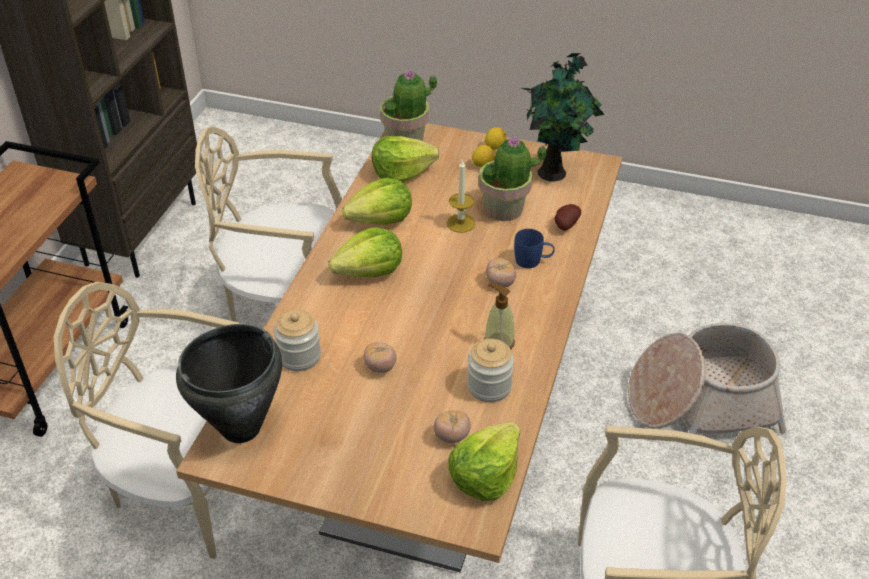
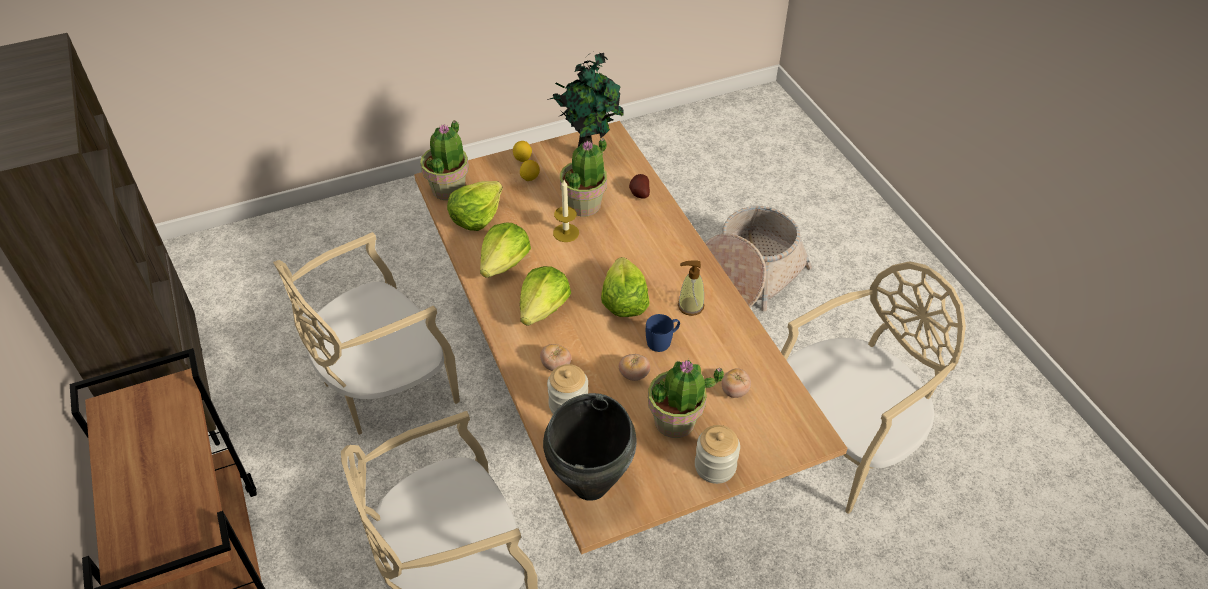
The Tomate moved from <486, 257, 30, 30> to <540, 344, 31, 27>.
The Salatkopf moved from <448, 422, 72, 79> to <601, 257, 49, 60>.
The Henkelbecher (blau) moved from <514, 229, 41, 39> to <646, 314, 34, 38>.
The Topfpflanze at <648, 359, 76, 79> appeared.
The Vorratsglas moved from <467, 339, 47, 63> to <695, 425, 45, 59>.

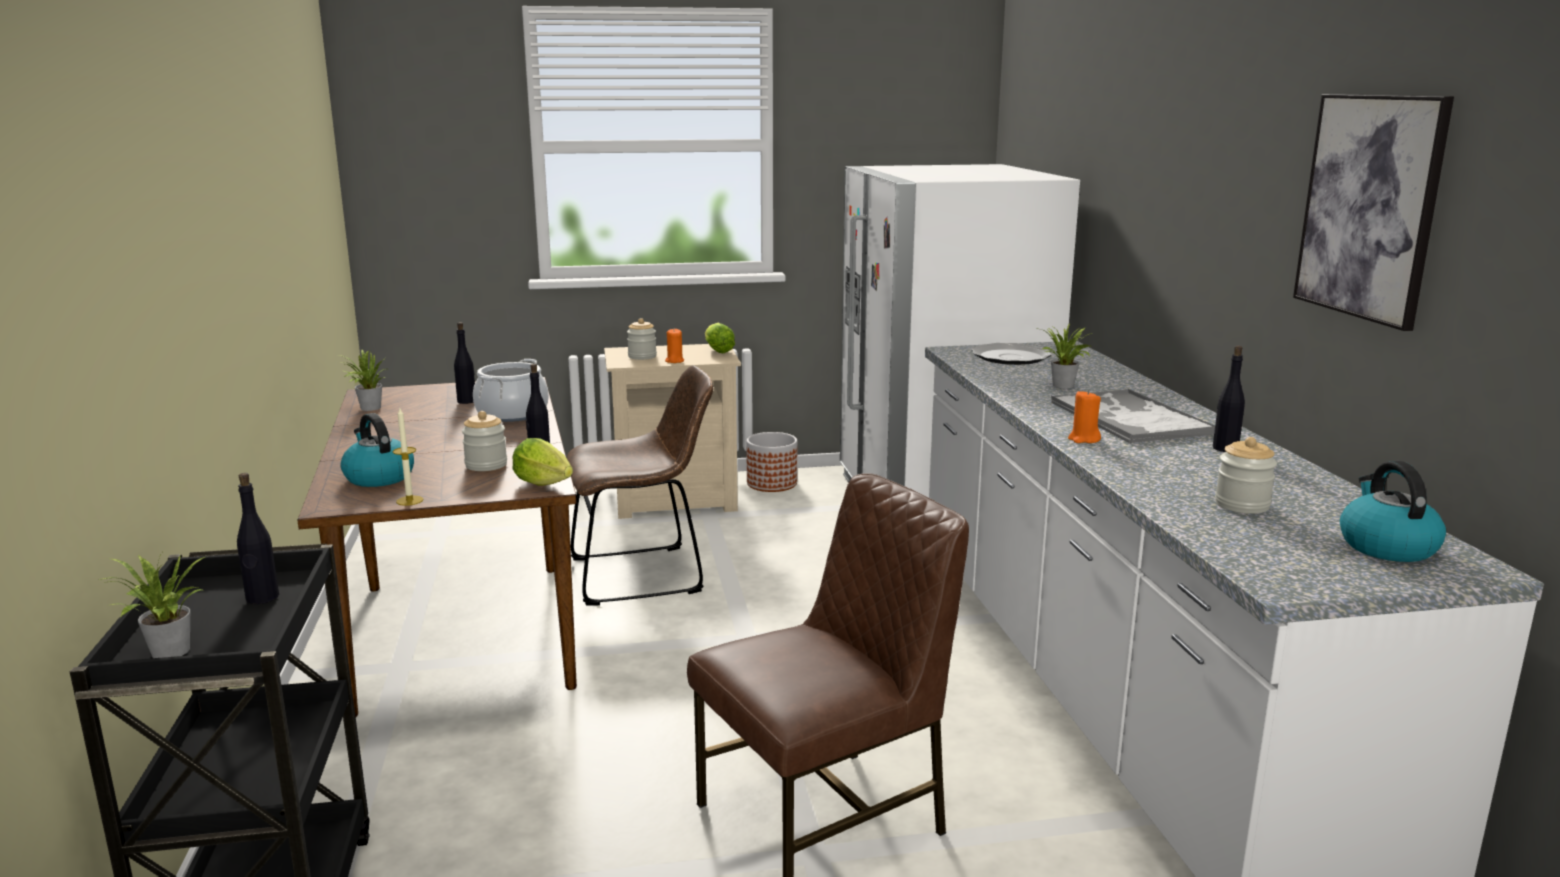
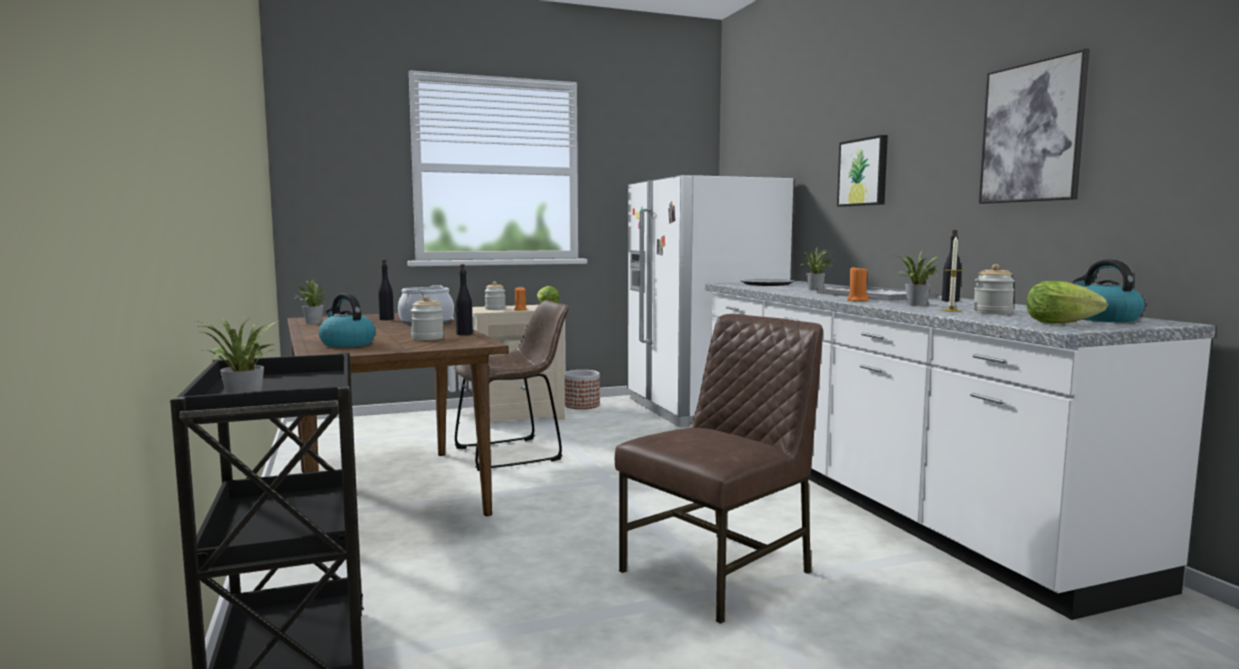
The Bild at <837, 135, 51, 72> appeared.
The Topfpflanze at <892, 251, 46, 55> appeared.
The Kerze moved from <393, 408, 30, 98> to <941, 236, 22, 76>.
The Salatkopf moved from <513, 438, 60, 48> to <1027, 281, 81, 43>.
The Flasche (schwarz) at <237, 473, 42, 131> disappeared.

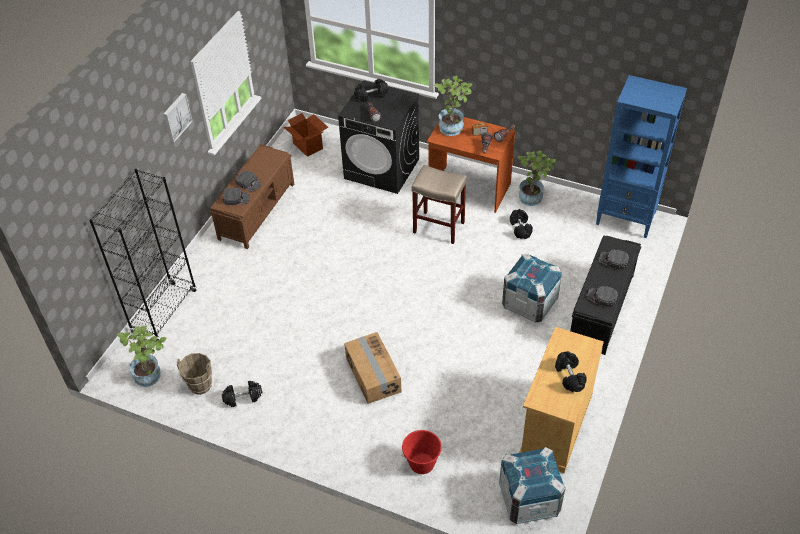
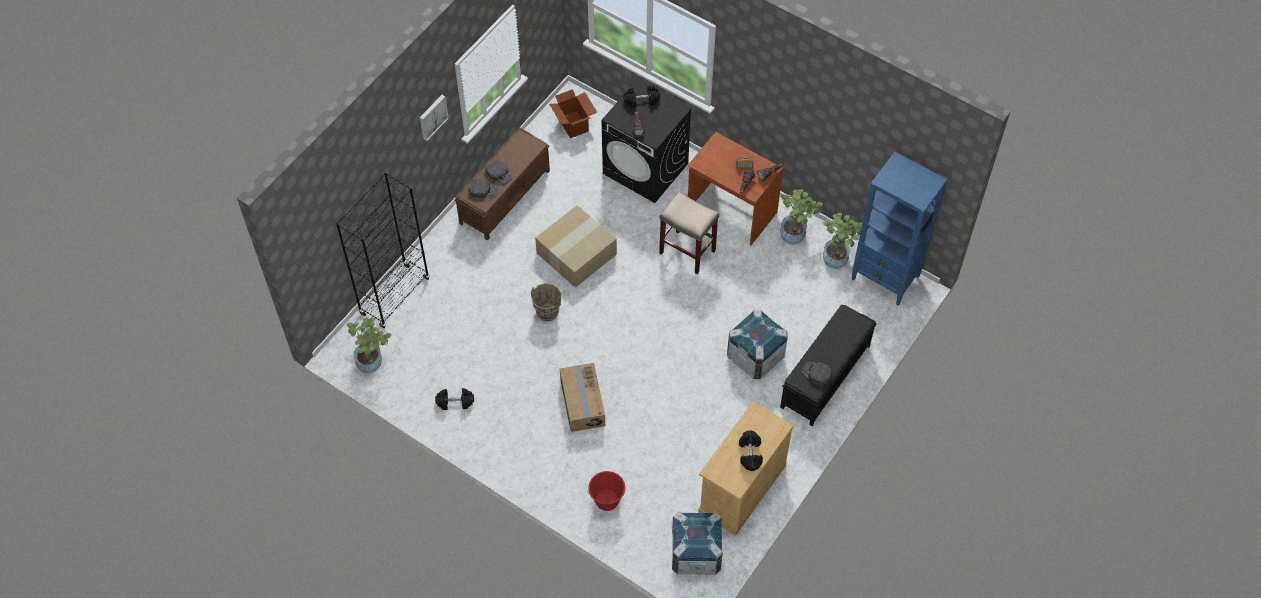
The Eimer (braun) moved from <177, 353, 35, 42> to <531, 283, 30, 38>.
The Karton at <535, 205, 82, 83> appeared.
The Topfpflanze moved from <434, 76, 38, 60> to <823, 213, 40, 56>.
The Hantel (schwarz) at <510, 209, 23, 30> disappeared.
The Kappe (schwarz) at <598, 250, 31, 21> disappeared.

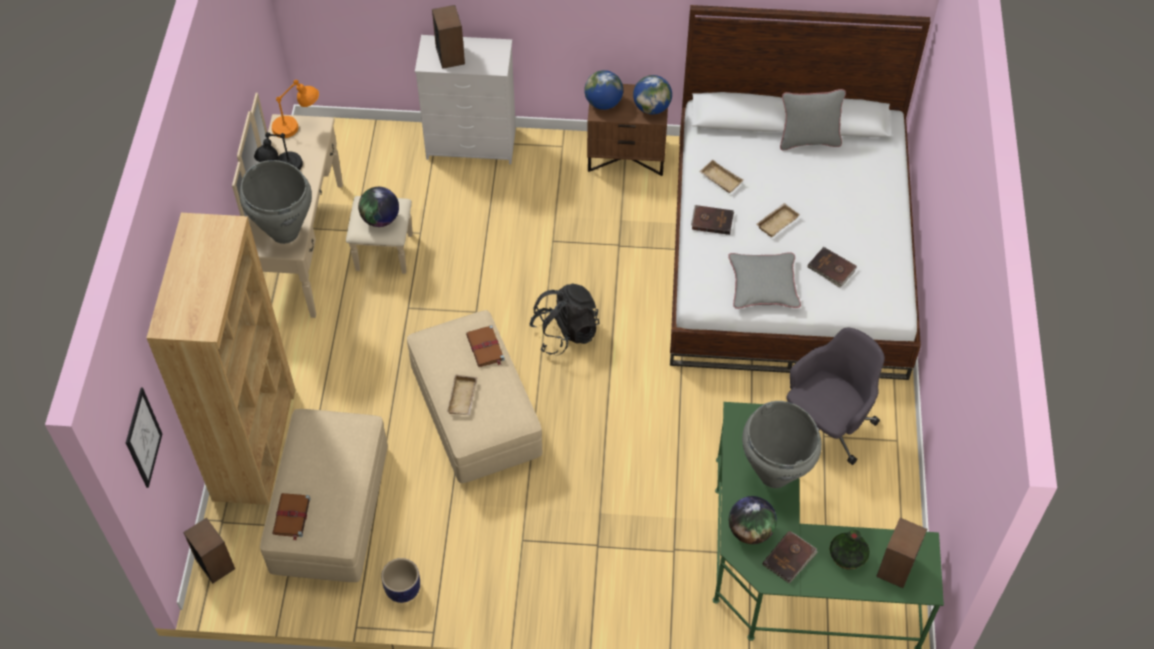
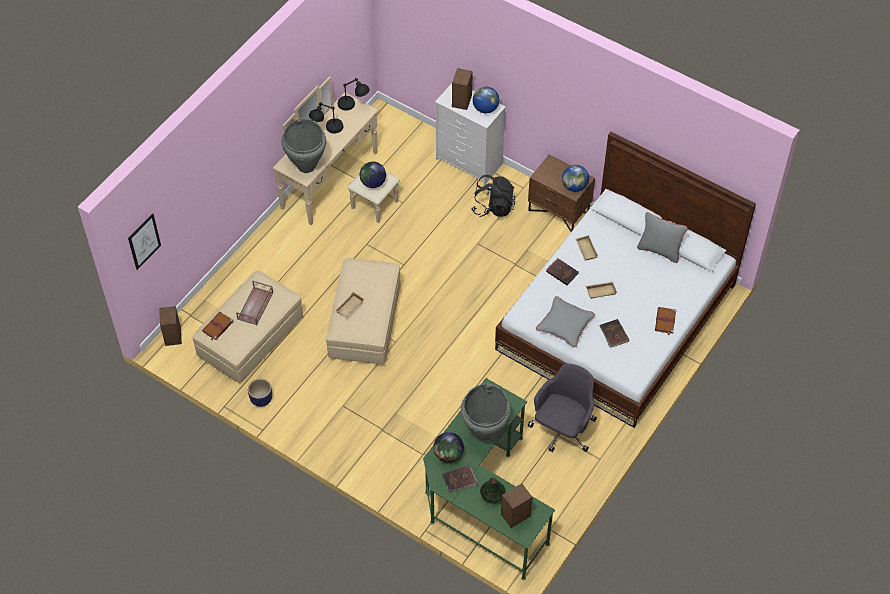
The Tablett (braun) at <236, 281, 37, 44> appeared.
The Tischlampe (orange) at <272, 80, 47, 58> became the Tischlampe (schwarz) at <338, 78, 32, 33>.
The Rucksack (schwarz) moved from <529, 283, 70, 72> to <472, 175, 43, 42>.
The Globus moved from <584, 70, 39, 40> to <473, 86, 26, 27>.
The Bürostuhl (grau) at <786, 328, 99, 137> turned 45 degrees counterclockwise.
The Buch (braun) moved from <466, 325, 39, 42> to <655, 307, 21, 28>.
The Bücherregal (braun) at <147, 213, 148, 292> disappeared.

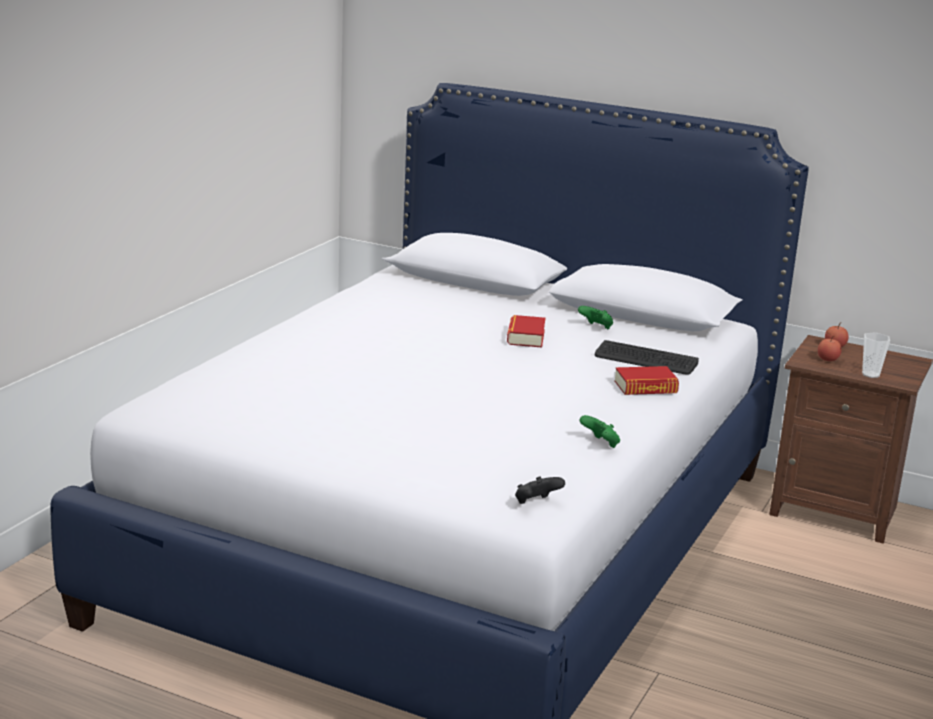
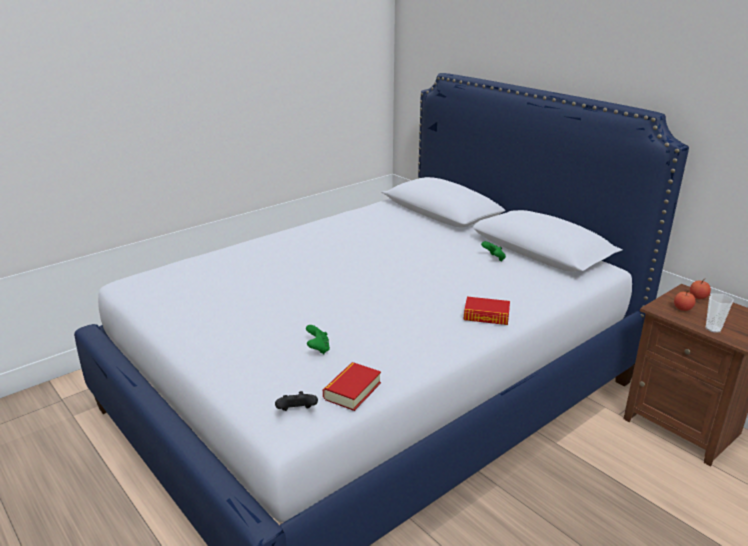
The Gamepad (grün) moved from <580, 415, 40, 33> to <306, 325, 24, 29>.
The Buch moved from <507, 315, 39, 32> to <323, 362, 58, 49>.
The Tastatur at <595, 340, 104, 35> disappeared.

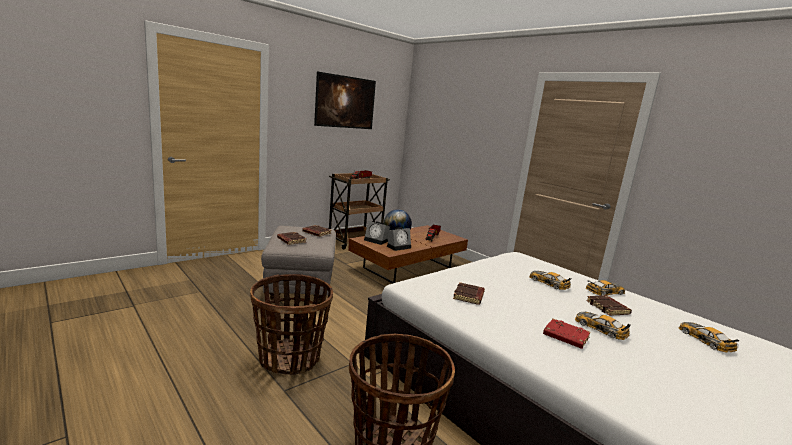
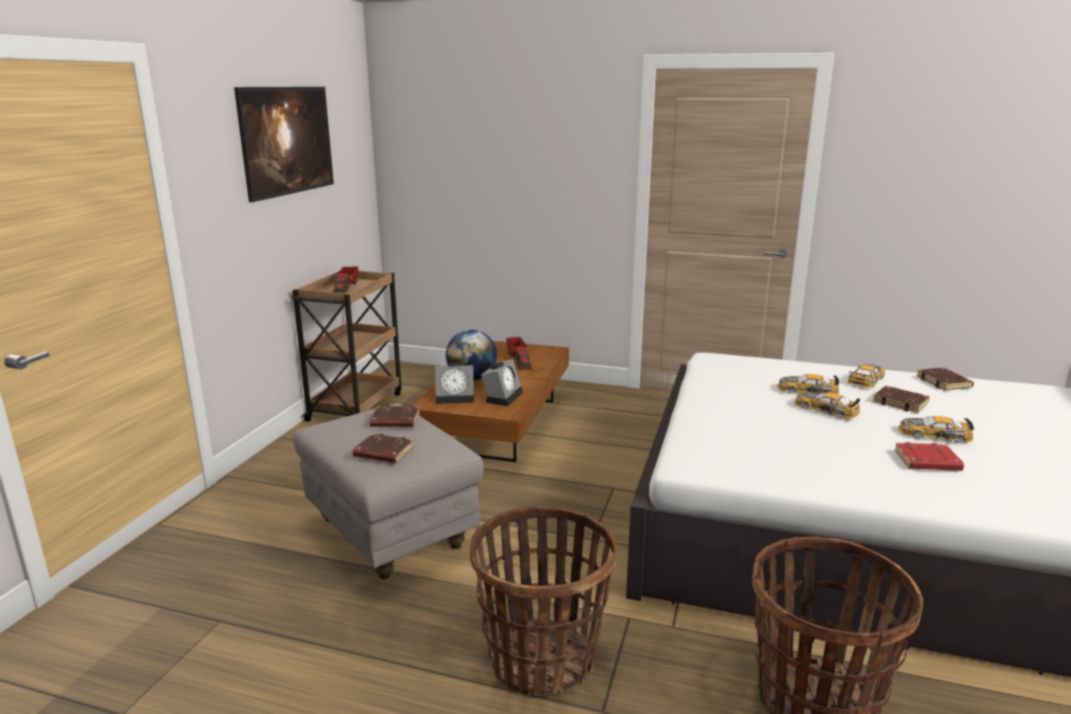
The Spielzeugauto moved from <679, 322, 61, 30> to <795, 392, 66, 26>.
The Buch (braun) moved from <453, 282, 32, 23> to <916, 368, 58, 22>.

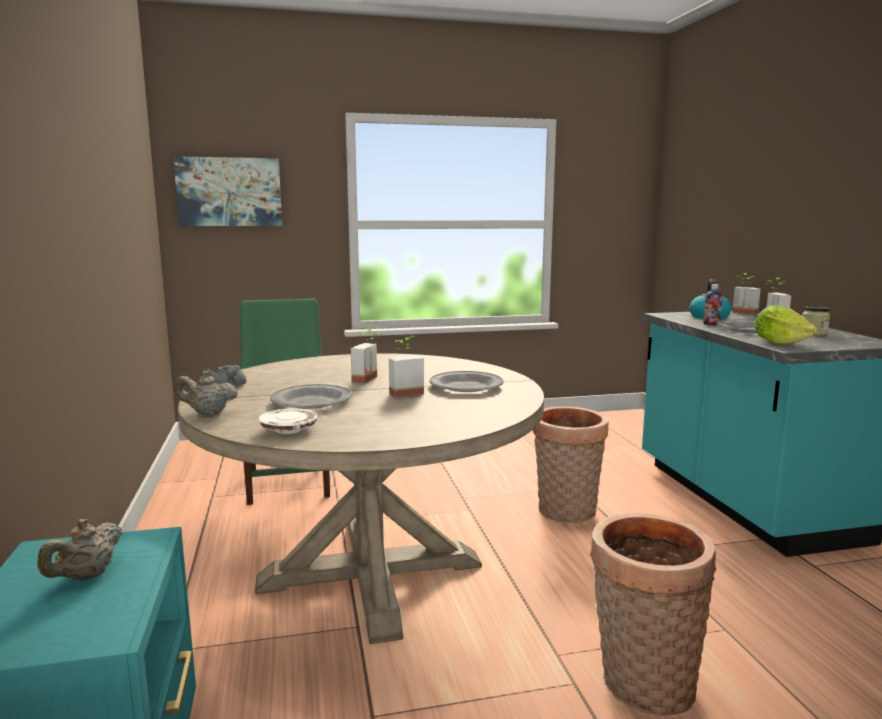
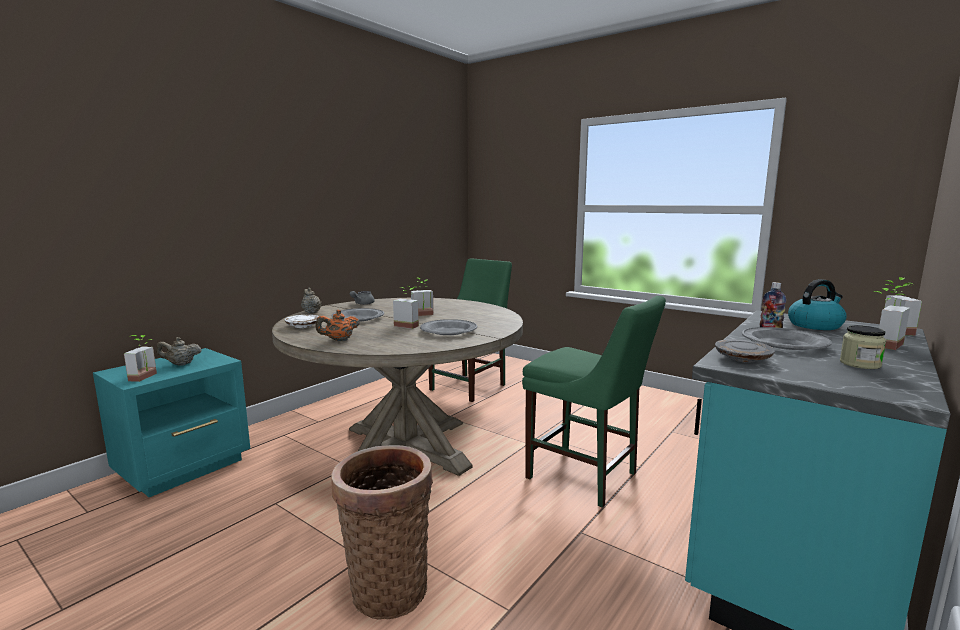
The Topfpflanze at <124, 335, 33, 47> appeared.
The Teekanne (orange) at <315, 310, 45, 31> appeared.
The Korb at <533, 406, 76, 117> was replaced by the Stuhl (grün) at <522, 296, 144, 212>.
The Salatkopf at <755, 305, 63, 40> was replaced by the Teller (grau) at <715, 339, 60, 24>.
The Bild at <173, 156, 109, 70> disappeared.

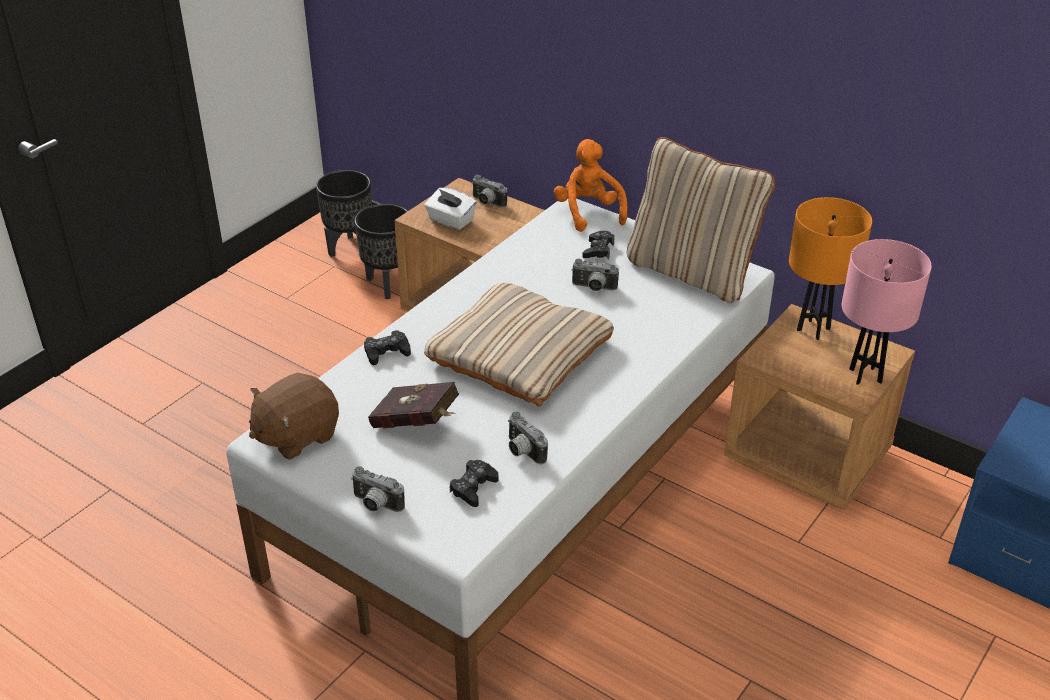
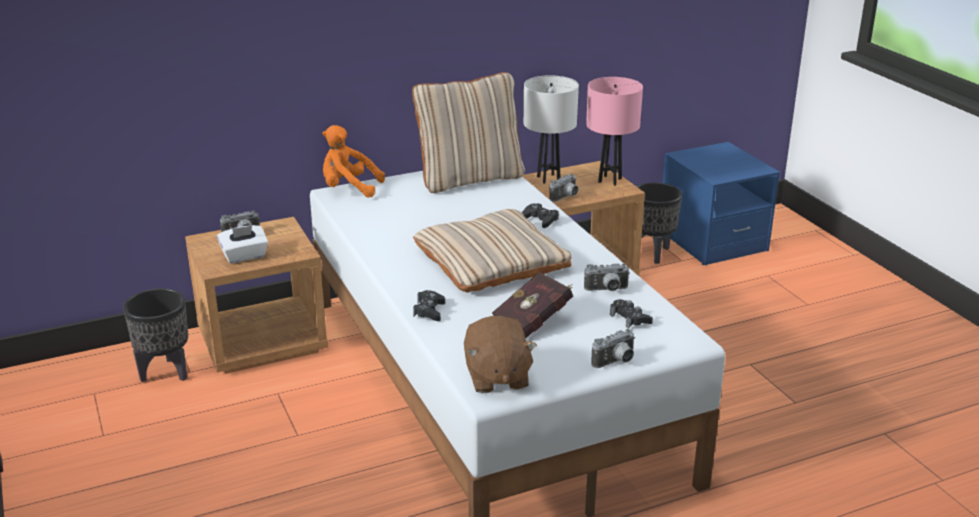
The Gamepad (schwarz) moved from <582, 231, 32, 29> to <522, 203, 37, 25>.
The Tischlampe (orange) at <789, 197, 83, 143> became the Tischlampe (weiß) at <524, 75, 55, 109>.
The Kamera moved from <571, 259, 48, 32> to <549, 174, 29, 28>.
The Pflanzkübel (schwarz) moved from <316, 170, 56, 87> to <636, 182, 46, 82>.

